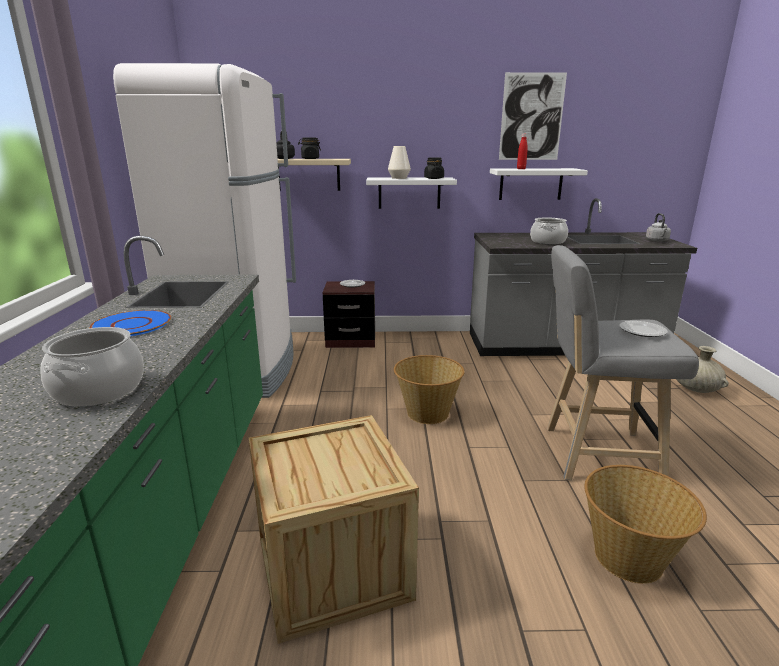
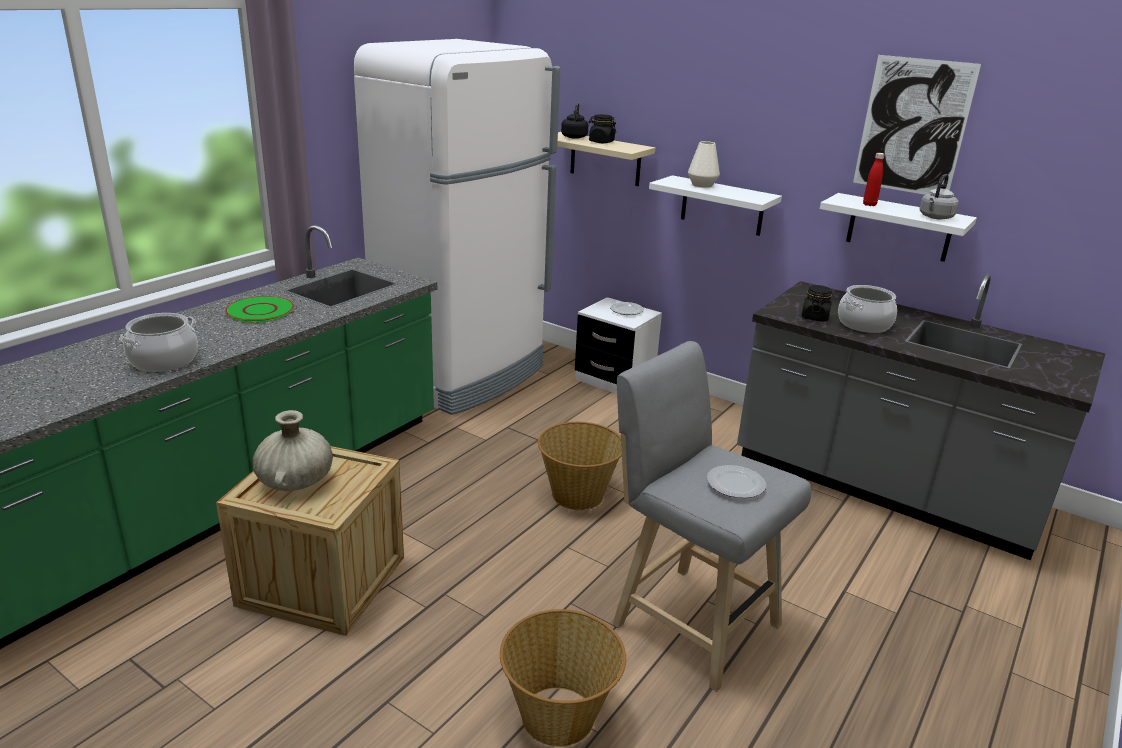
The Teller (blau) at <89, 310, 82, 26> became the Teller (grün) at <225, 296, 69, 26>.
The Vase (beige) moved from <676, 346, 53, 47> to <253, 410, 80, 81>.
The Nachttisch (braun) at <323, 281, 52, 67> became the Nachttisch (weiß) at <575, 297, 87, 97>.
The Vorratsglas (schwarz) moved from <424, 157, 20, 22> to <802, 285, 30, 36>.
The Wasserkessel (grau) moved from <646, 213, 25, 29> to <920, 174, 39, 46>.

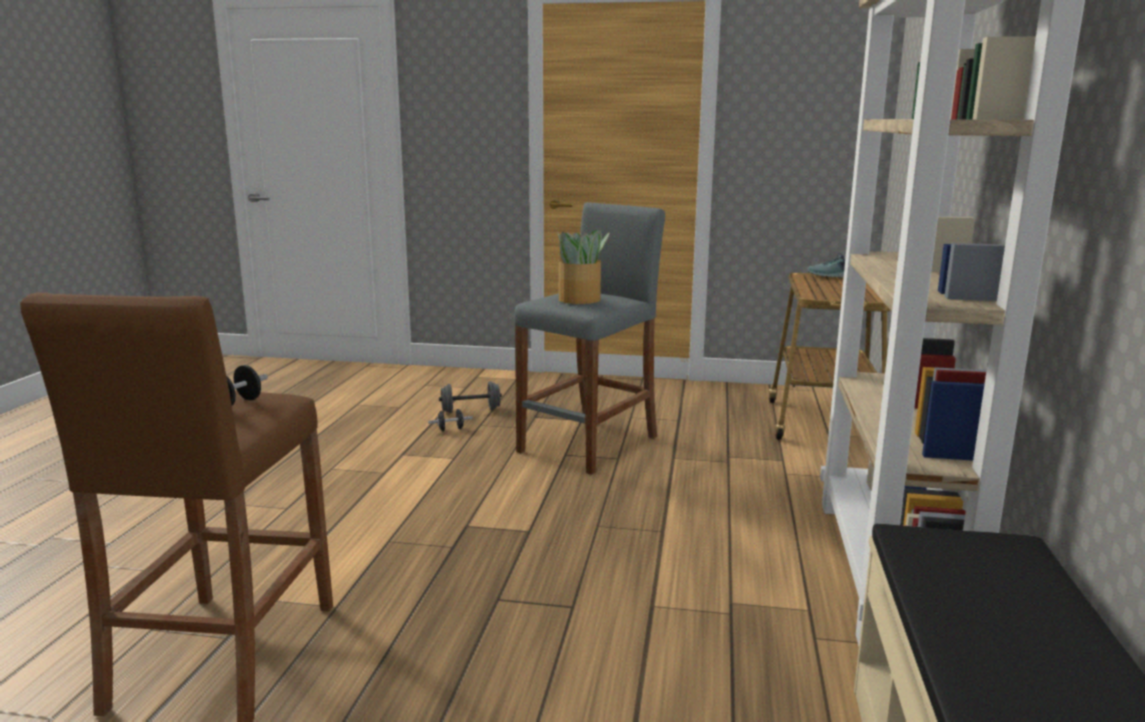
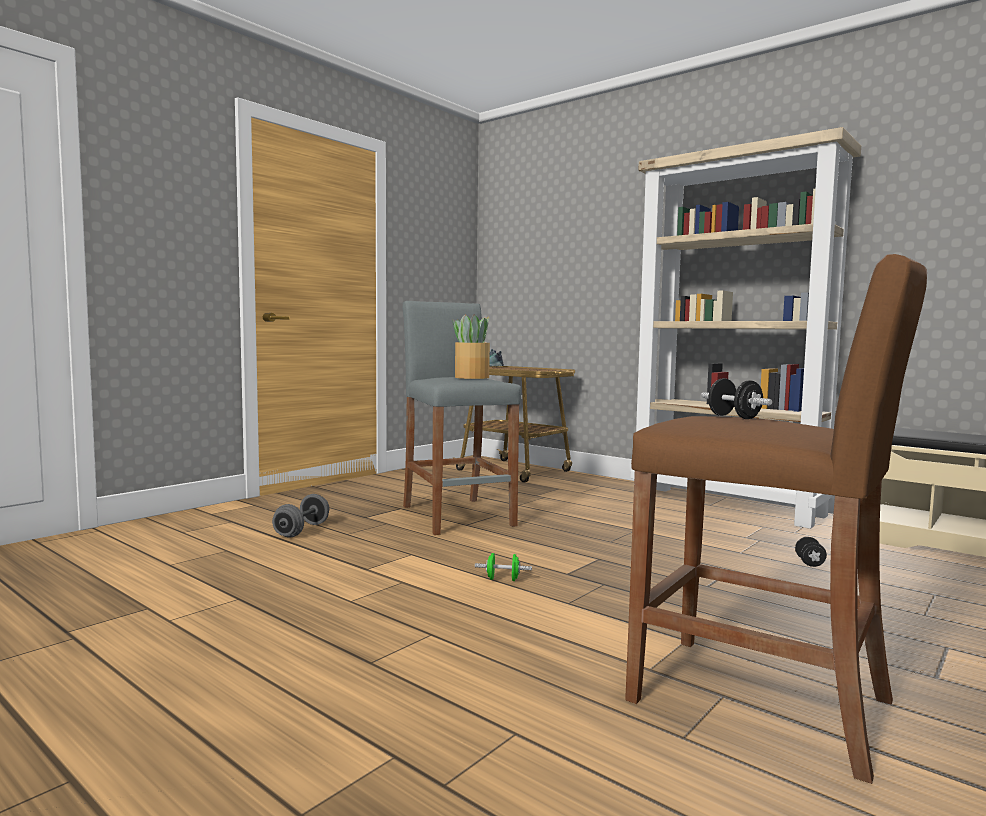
The Hantel (grün) at <475, 553, 57, 28> appeared.
The Hantel (schwarz) moved from <428, 409, 45, 22> to <795, 537, 32, 30>.

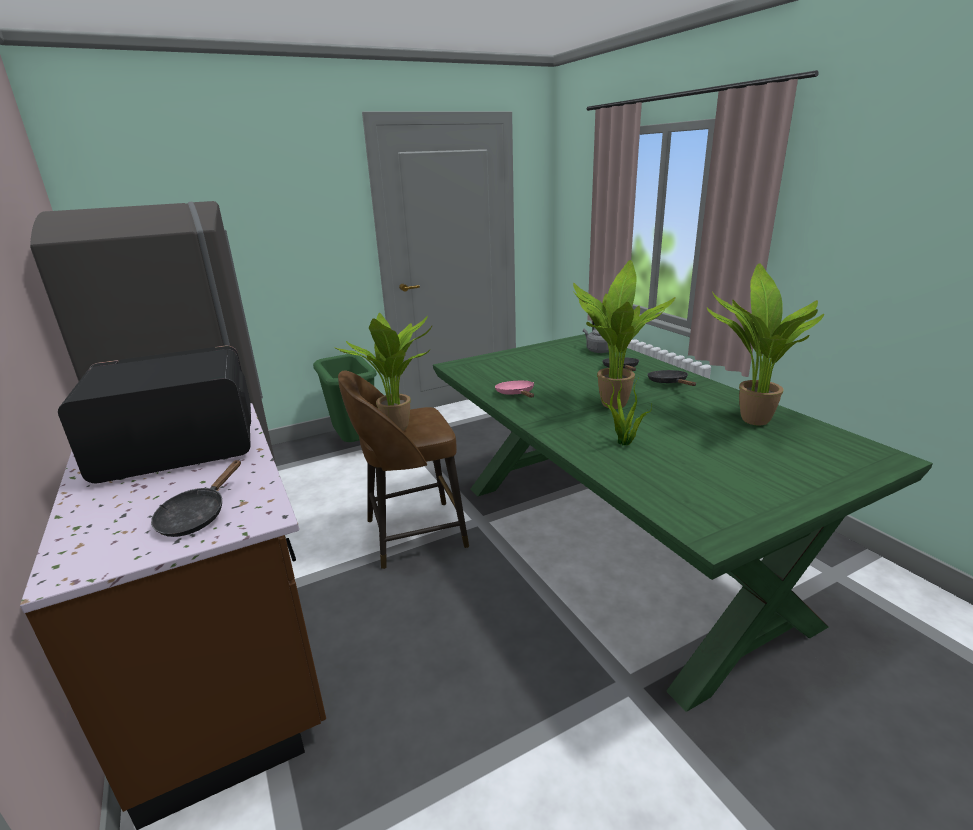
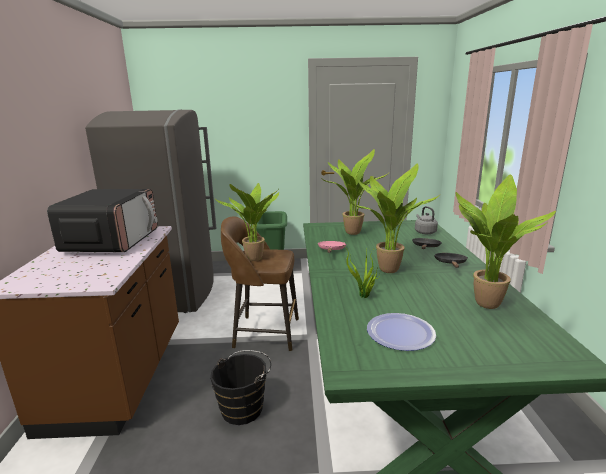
The Mikrowelle at <58, 345, 193, 139> turned 90 degrees clockwise.
The Eimer (schwarz) at <210, 350, 61, 75> appeared.
The Topfpflanze at <321, 149, 66, 86> appeared.
The Teller at <367, 313, 69, 38> appeared.
The Pfanne (schwarz) at <151, 460, 90, 77> disappeared.

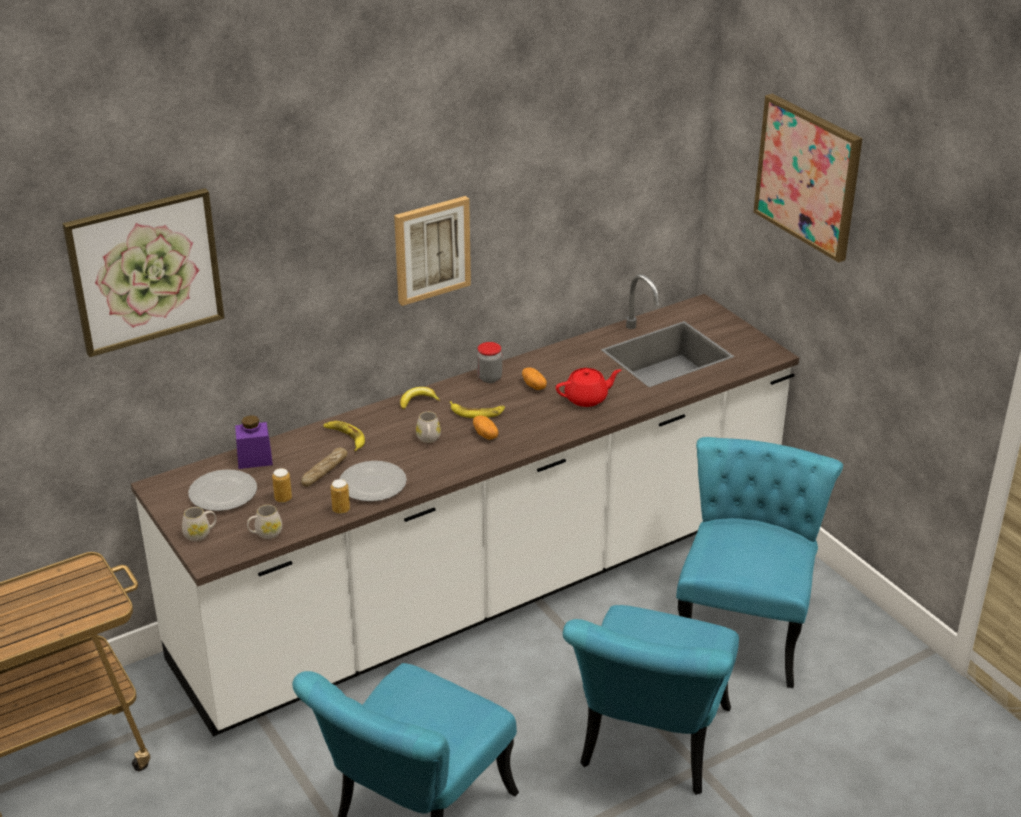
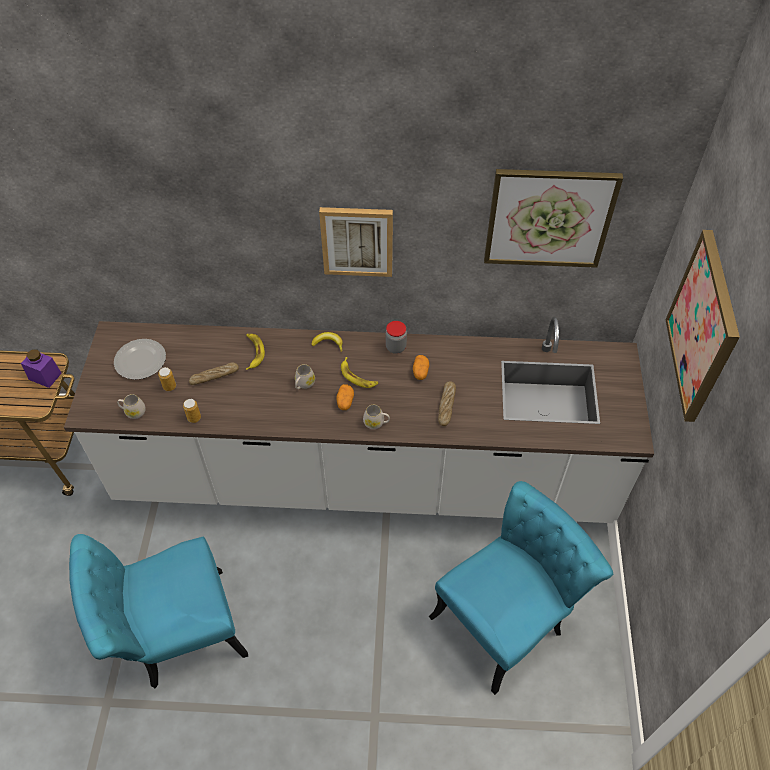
The Vorratsglas (lila) moved from <235, 415, 38, 54> to <21, 349, 41, 39>.
The Henkelbecher (weiß) moved from <182, 507, 35, 34> to <363, 404, 27, 25>.
The Teekanne (rot) at <556, 368, 65, 39> was replaced by the Brot at <438, 381, 18, 45>.
The Bild moved from <63, 188, 161, 169> to <484, 169, 139, 99>.
The Teller at <340, 461, 67, 40> disappeared.
The Stuhl (türkis) at <563, 605, 176, 190> disappeared.

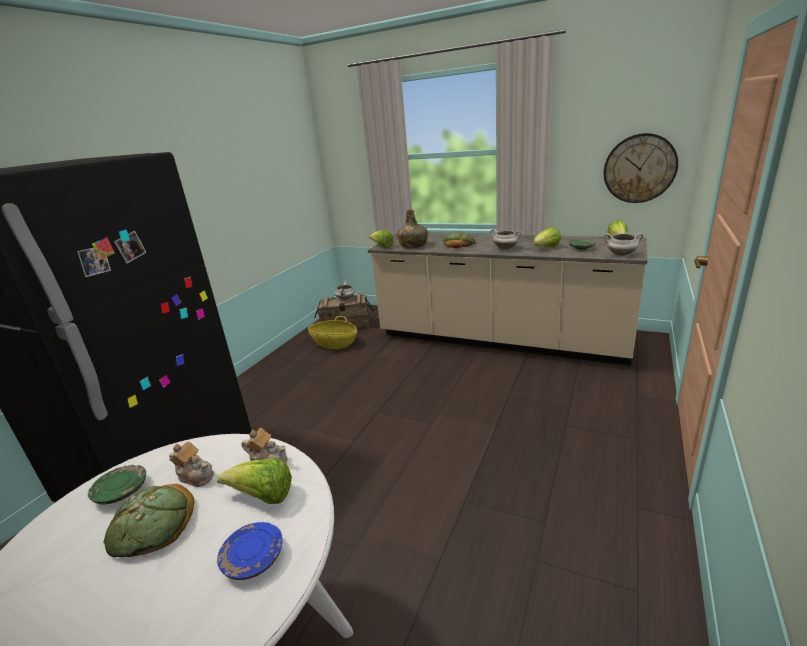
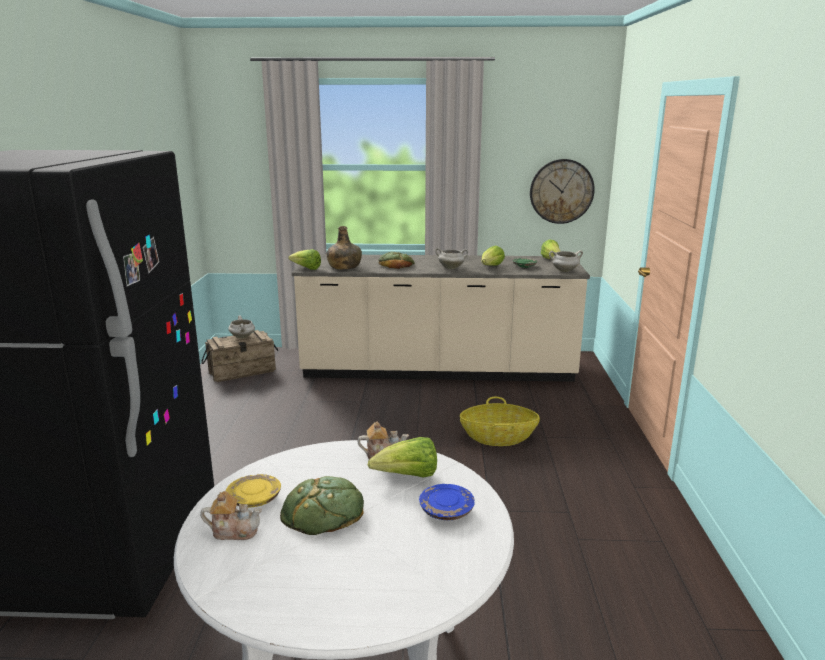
The Teekanne moved from <169, 441, 45, 46> to <200, 491, 62, 49>.
The Teller (grün) at <88, 465, 58, 39> became the Teller (gelb) at <226, 474, 55, 33>.
The Korb moved from <308, 316, 49, 33> to <460, 397, 80, 49>.

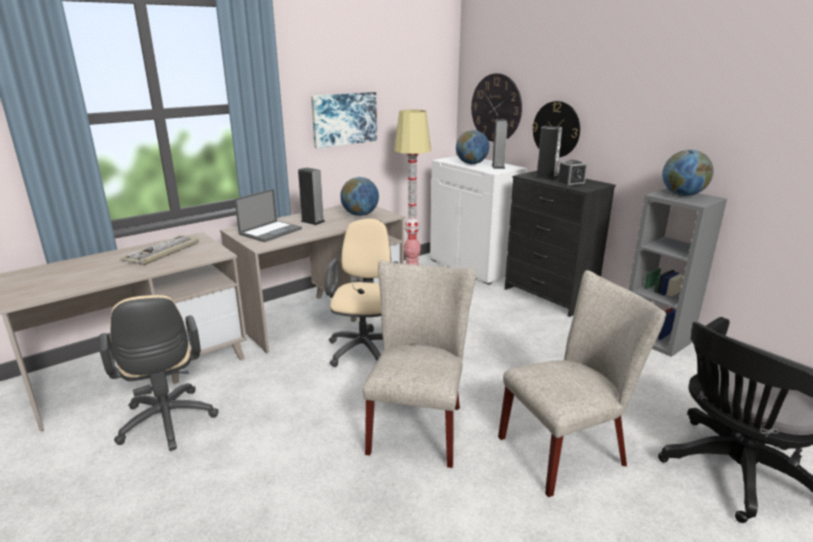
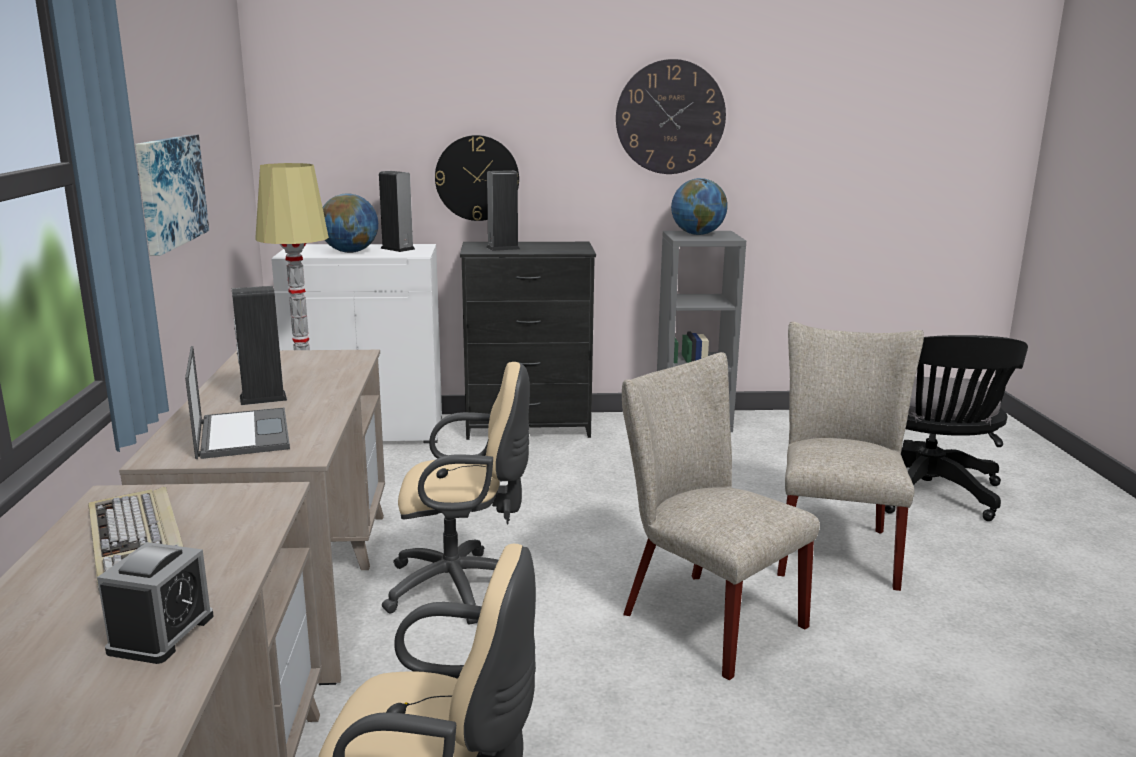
The Wecker moved from <557, 160, 30, 27> to <97, 542, 116, 122>.
The Bürostuhl (beige) at <325, 218, 73, 149> turned 135 degrees clockwise.
The Wanduhr moved from <471, 73, 51, 69> to <616, 59, 110, 115>.
The Globus at <340, 177, 39, 39> disappeared.

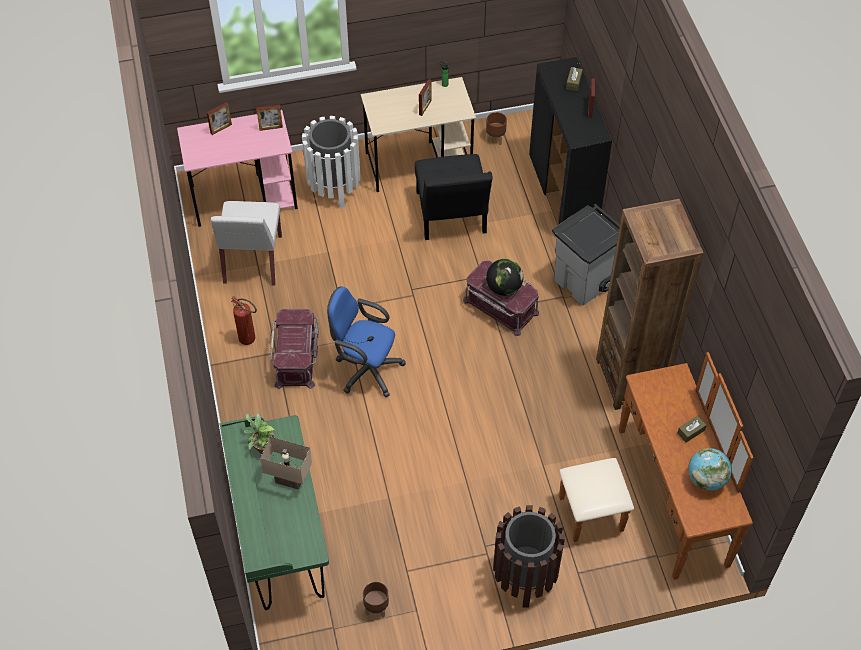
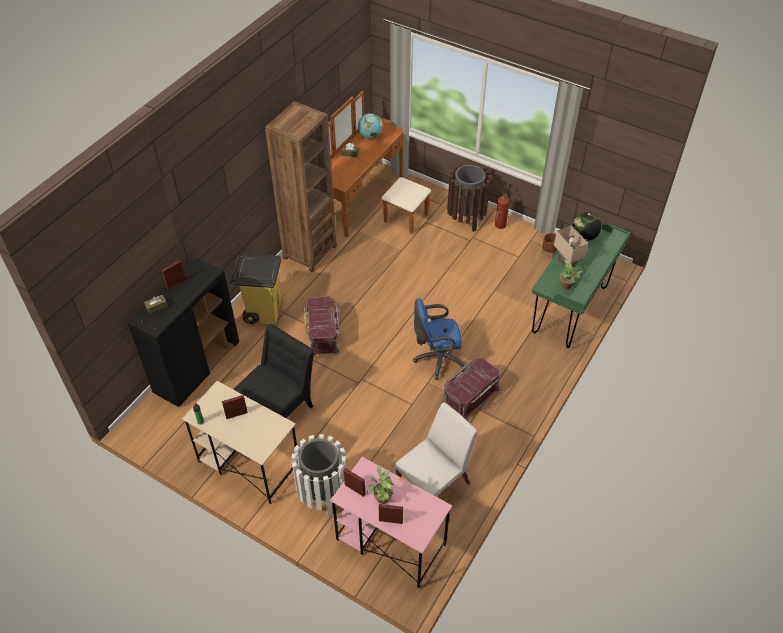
The Mülleimer (grau) at <552, 204, 68, 102> became the Mülleimer (gelb) at <230, 253, 51, 72>.
The Topfpflanze at <367, 465, 27, 39> appeared.
The Bürostuhl (blau) at <327, 286, 79, 111> turned 105 degrees clockwise.
The Feuerlöscher moved from <231, 296, 26, 49> to <495, 181, 15, 48>.
The Globus moved from <486, 259, 37, 37> to <572, 213, 29, 28>.
The Pflanzkübel (braun) at <486, 112, 21, 33> disappeared.

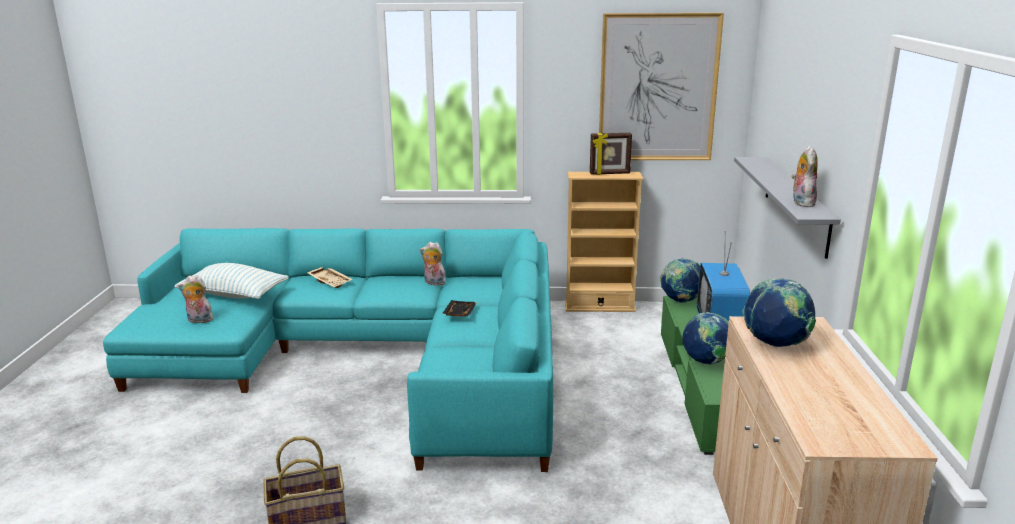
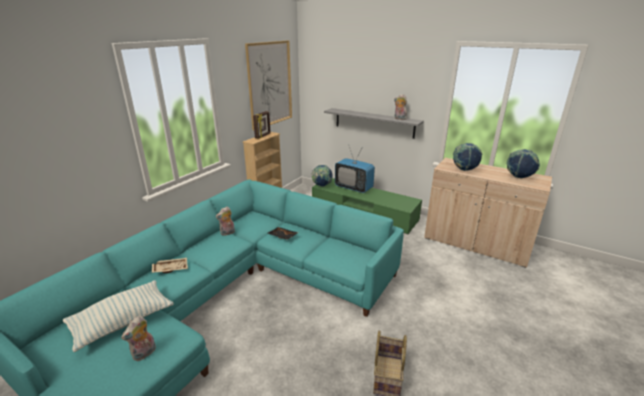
The Globus moved from <683, 312, 46, 53> to <506, 149, 34, 30>.

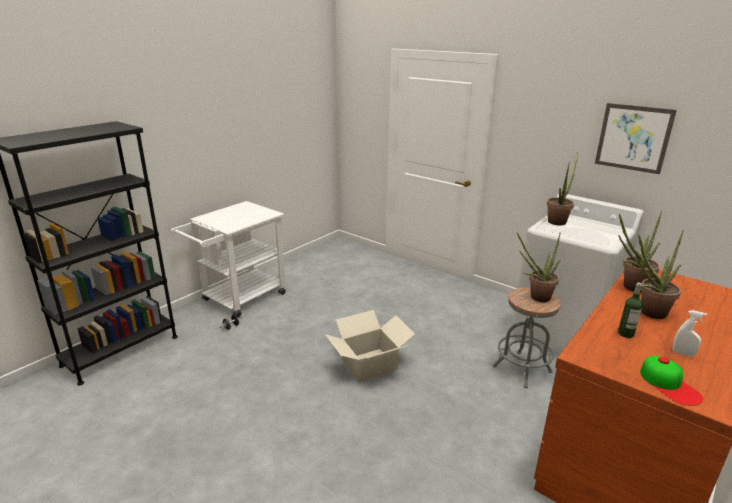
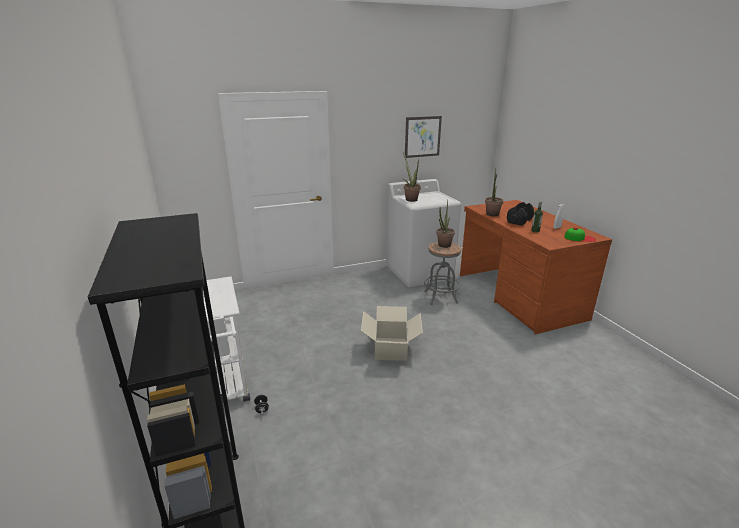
The Topfpflanze at <637, 230, 46, 89> was replaced by the Hantel (schwarz) at <507, 202, 27, 24>.

